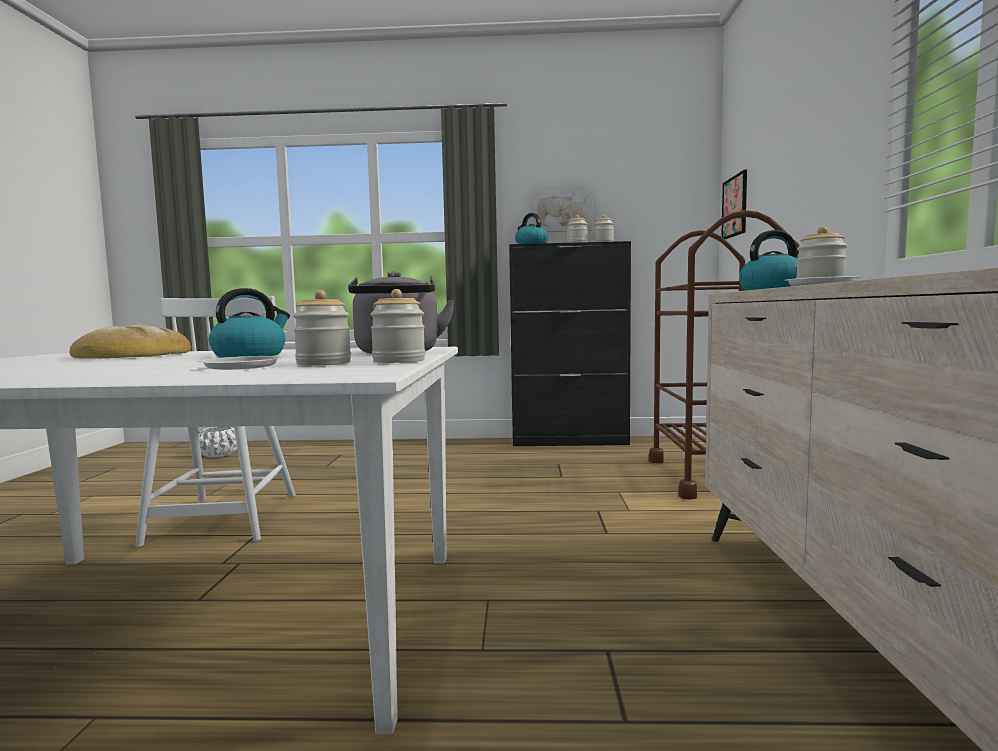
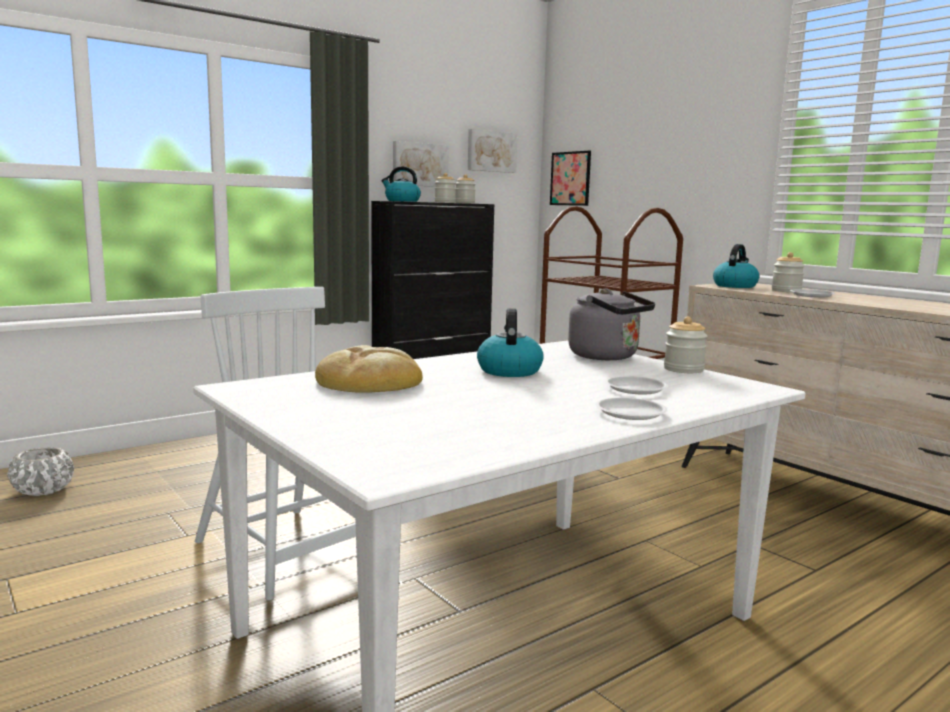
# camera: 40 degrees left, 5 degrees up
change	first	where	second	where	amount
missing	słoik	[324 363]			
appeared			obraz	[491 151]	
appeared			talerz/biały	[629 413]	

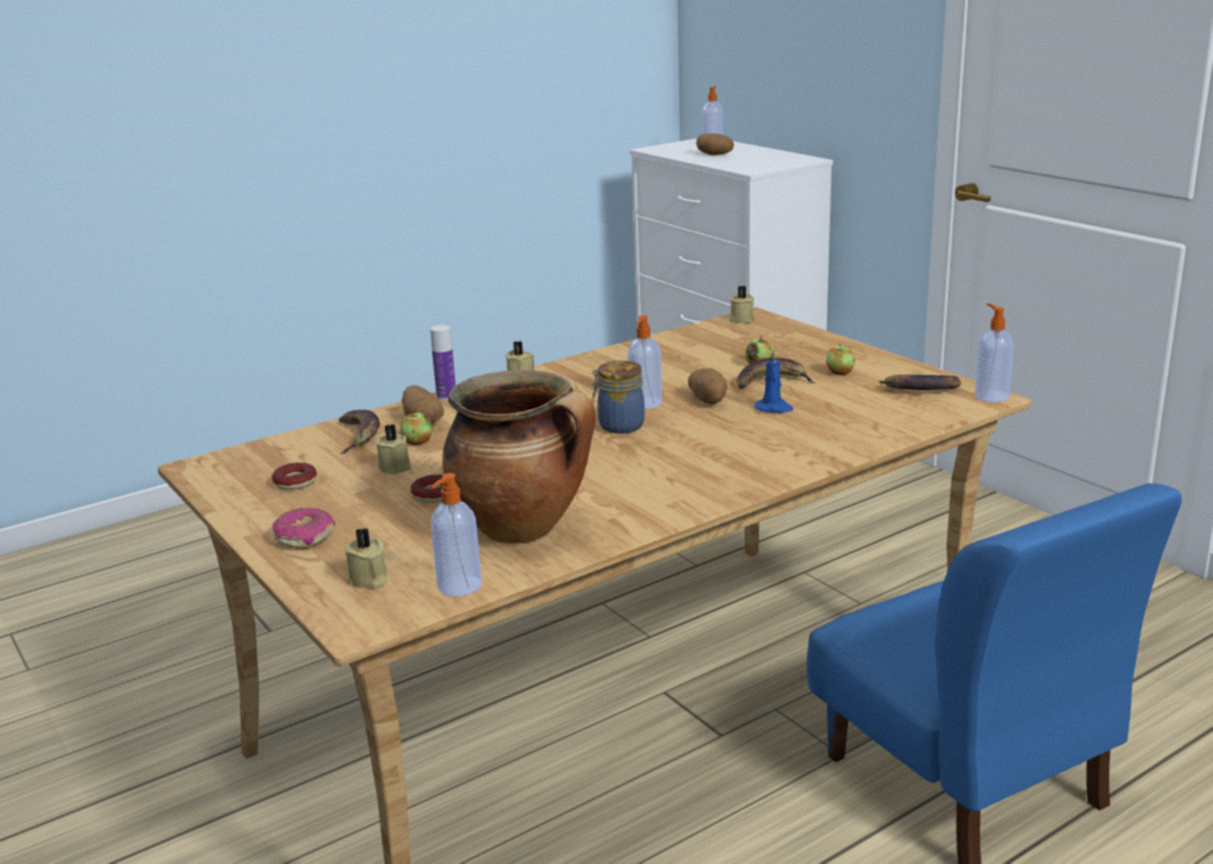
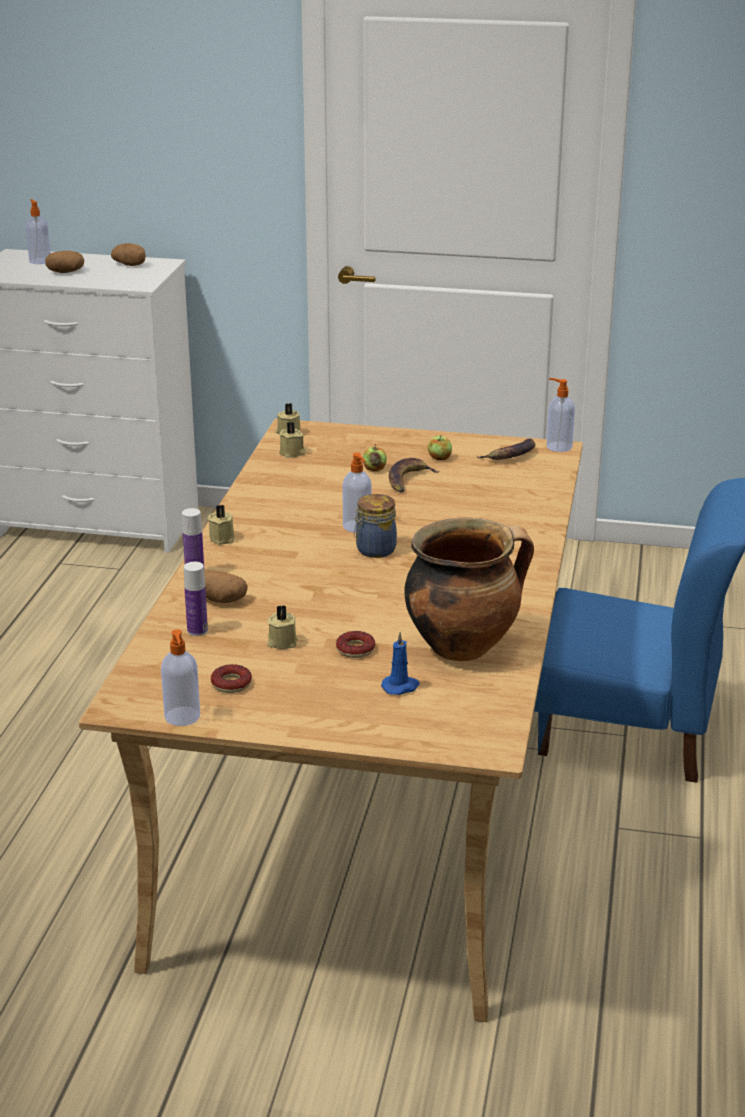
# camera: 45 degrees left, 5 degrees up
change	first	where	second	where	amount
missing	donut	[305 537]			
exchanged	banan	[359 436]	butelka	[197 631]	
relocated	świeca/beżowy	[368 580]		[293 453]	
missing	jabłko	[417 442]			
relocated	dozownik mydła	[458 586]		[182 717]	
relocated	ziemniak	[709 401]		[130 265]	
relocated	świeca/niebieski	[774 408]		[401 687]	

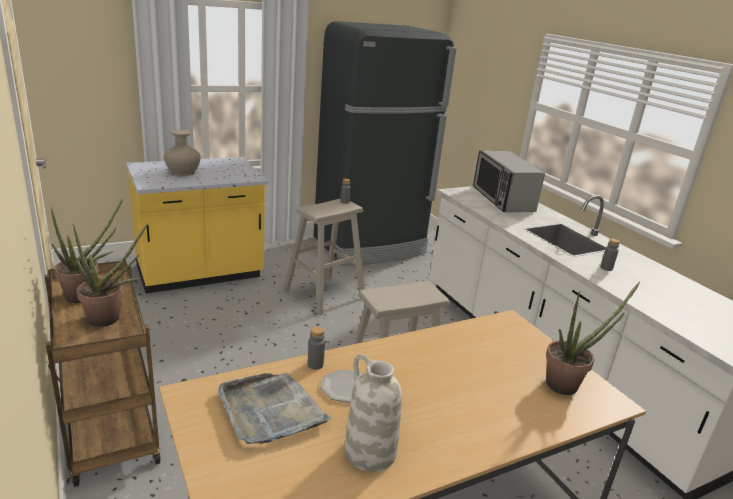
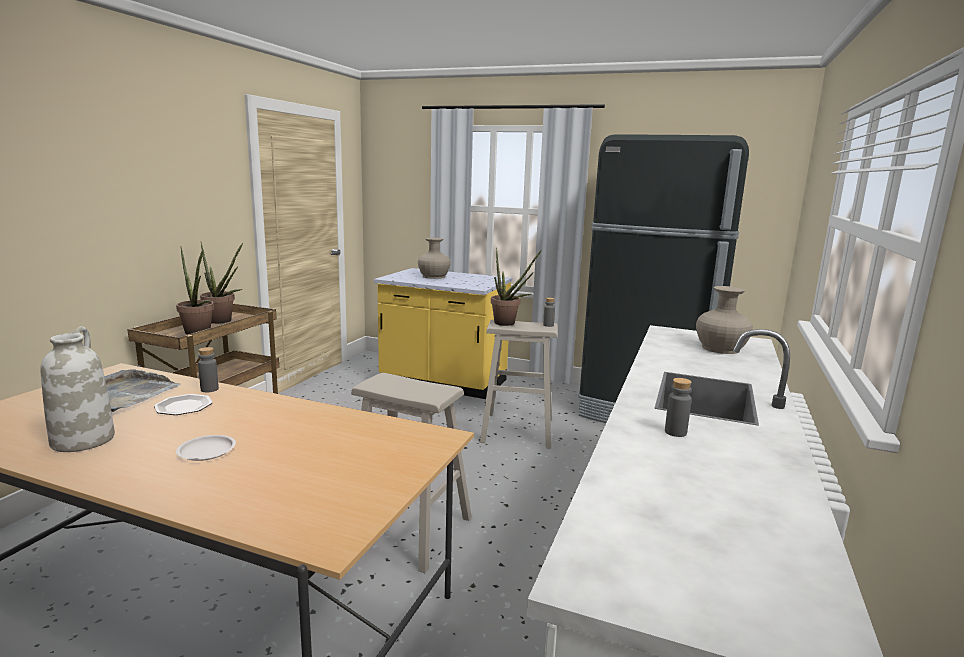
# camera: 50 degrees right, 10 degrees down
change	first	where	second	where	amount
exchanged	mikrofalówka	[502 199]	wazon/beżowy	[720 348]	
relocated	roślina doniczkowa	[568 384]		[508 324]	
appeared			talerz/biały	[207 451]	

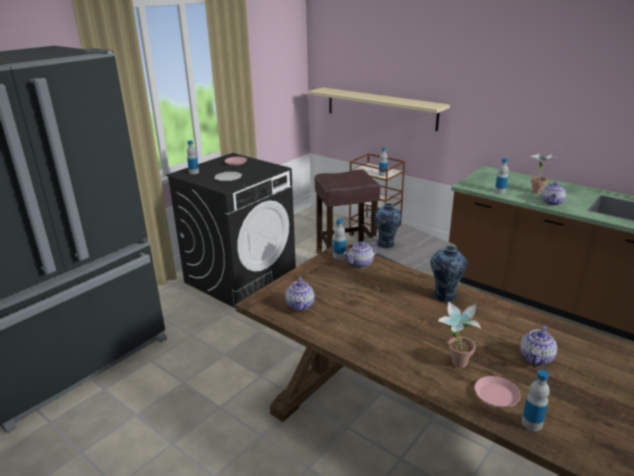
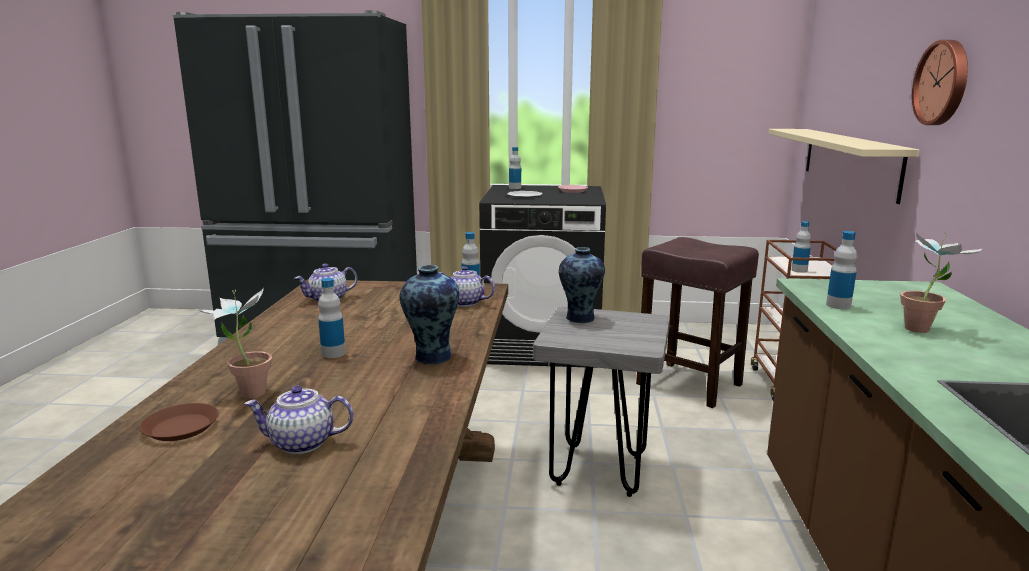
# camera: 55 degrees right, 10 degrees down
change	first	where	second	where	amount
colour	talerz/różowy	[496 395]	talerz/brązowy	[181 427]	
relocated	butelka	[532 423]		[333 353]	
missing	imbryk	[552 202]			
appeared			zegar ścienny	[943 83]	

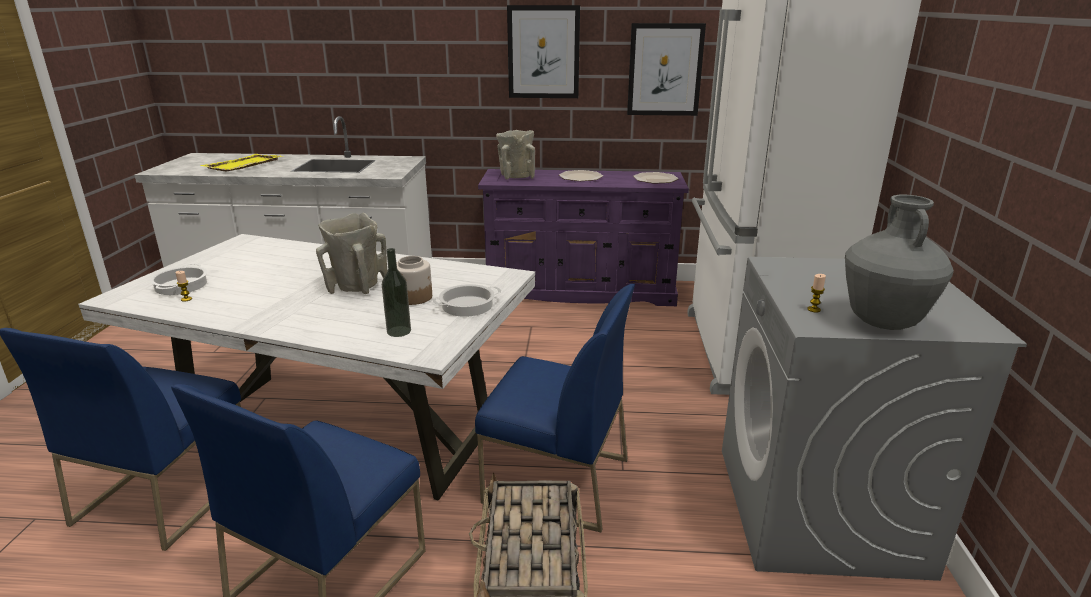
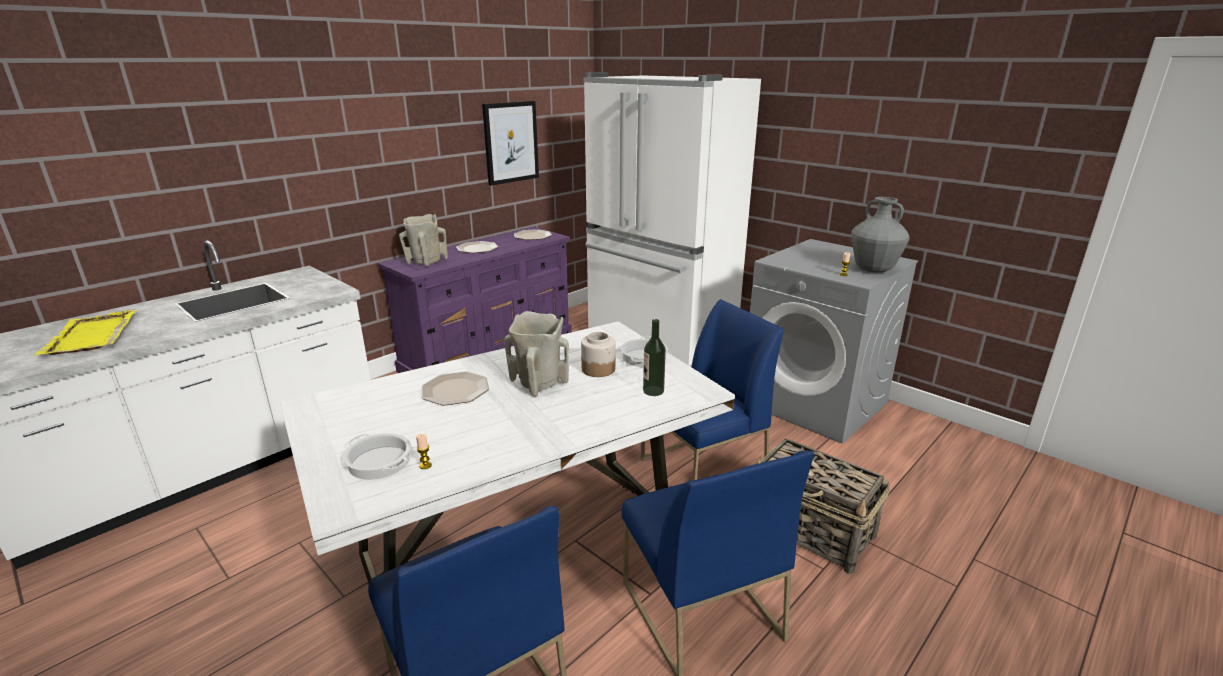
# camera: 50 degrees left, 0 degrees up
change	first	where	second	where	amount
missing	obraz	[543 52]			
appeared			talerz	[454 390]	

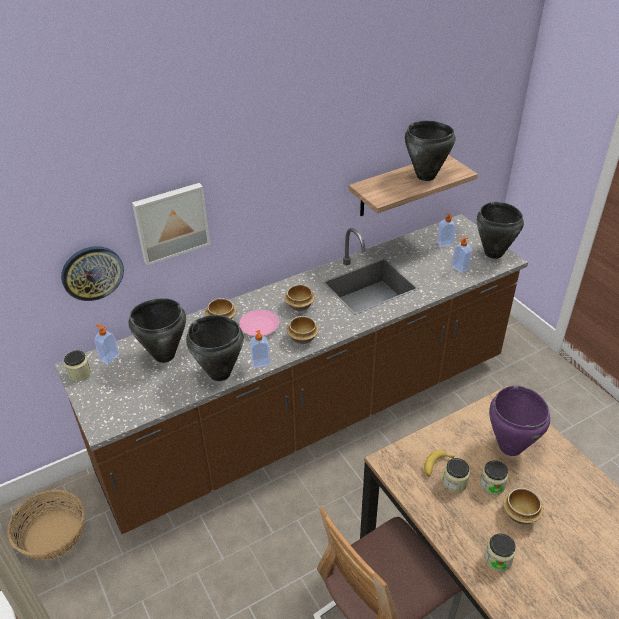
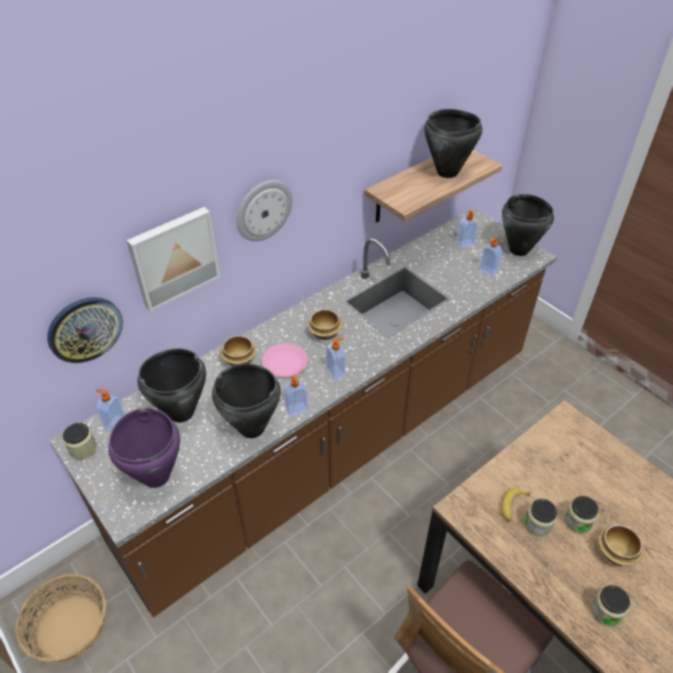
# camera: 10 degrees left, 5 degrees up
change	first	where	second	where	amount
exchanged	miska	[302 338]	dozownik mydła	[336 372]	
relocated	garnek/fioletowy	[510 447]		[155 477]	
appeared			zegar ścienny	[263 210]	

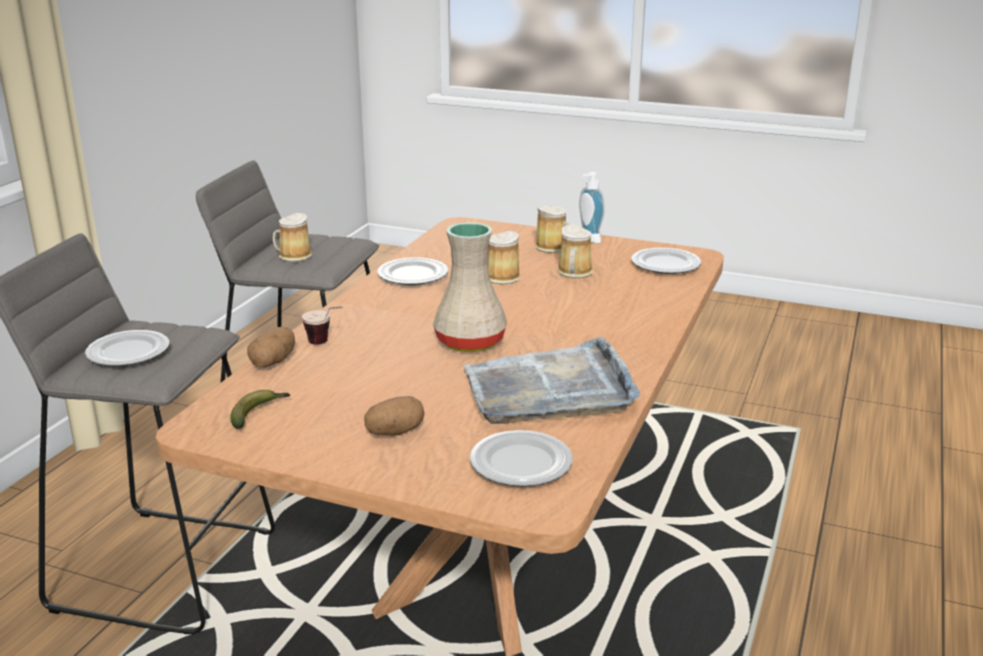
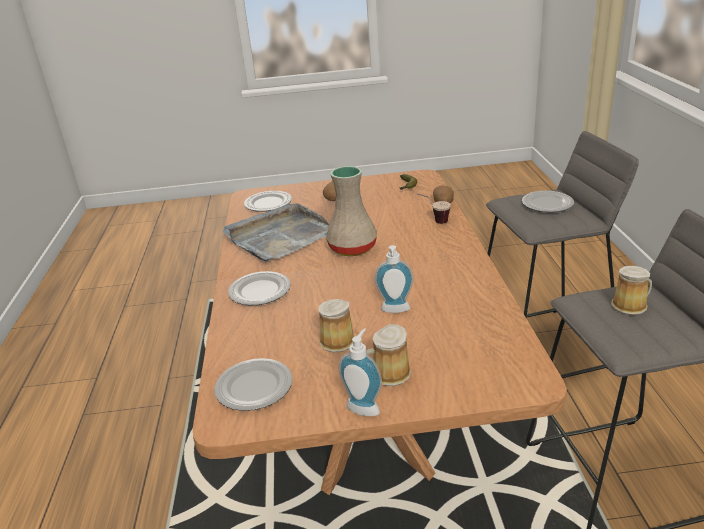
# camera: 155 degrees right, 5 degrees up
change	first	where	second	where	amount
relocated	talerz	[413 275]		[260 292]	
exchanged	kubek	[500 277]	dozownik mydła	[395 311]	

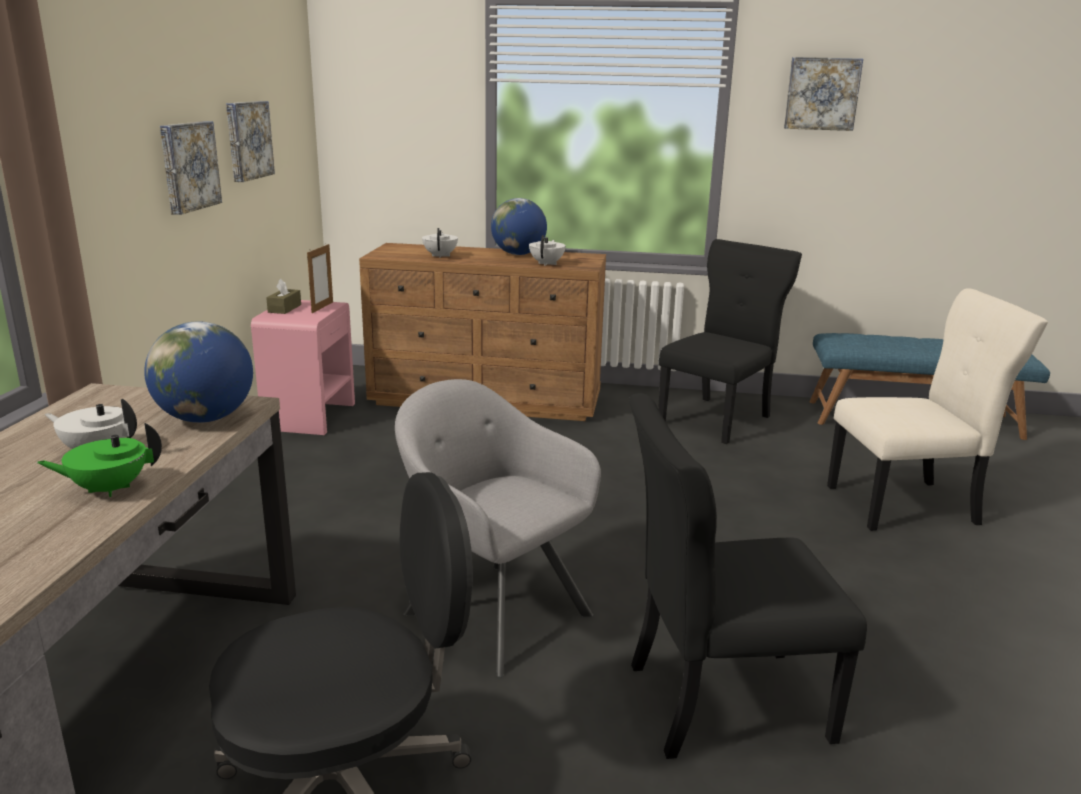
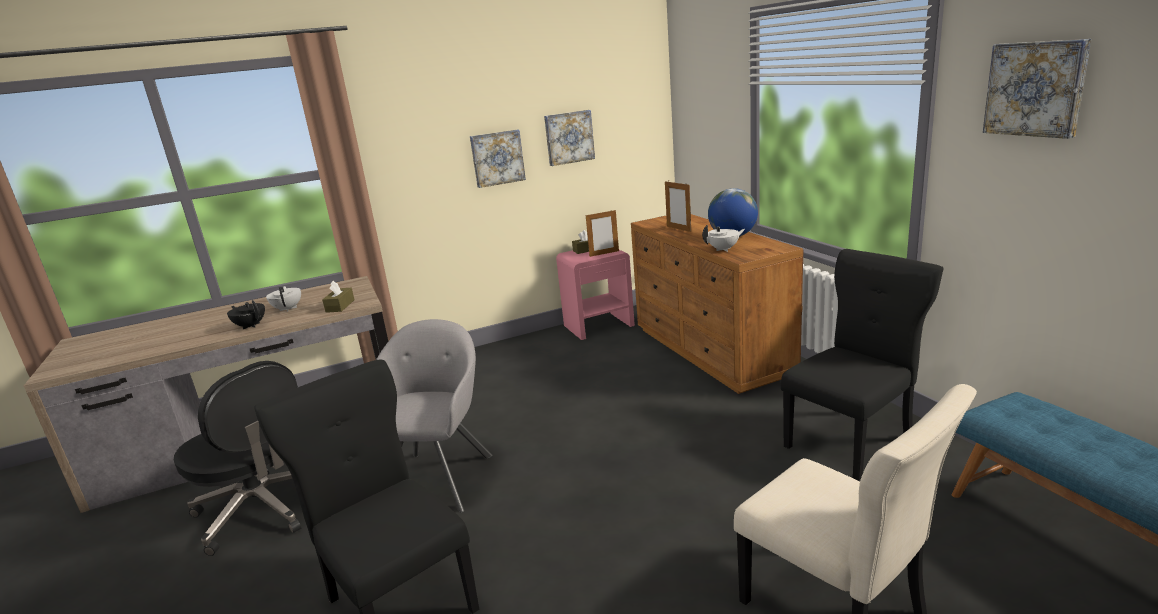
# camera: 60 degrees right, 0 degrees up
change	first	where	second	where	amount
colour	imbryk/zielony	[109 489]	imbryk/czarny	[250 326]	
exchanged	globus	[206 418]	pudełko chusteczek/brązowy	[340 306]	
exchanged	imbryk/biały	[440 256]	ramka na zdjęcie	[678 229]	
spun	krzesło/czarny	[718 419]		[852 440]	45 degrees counterclockwise

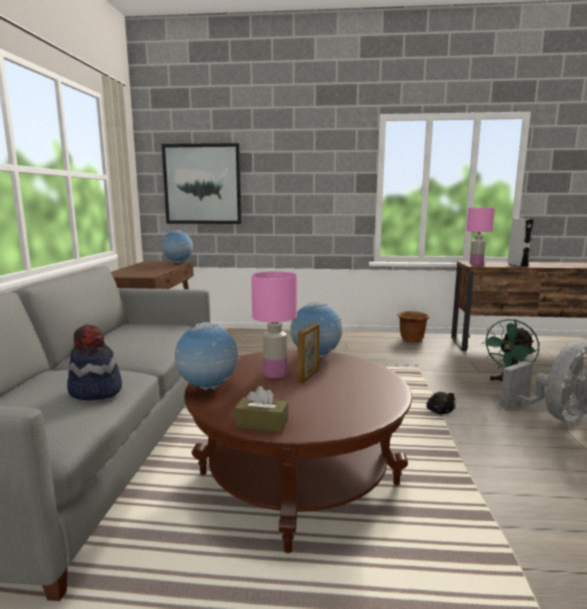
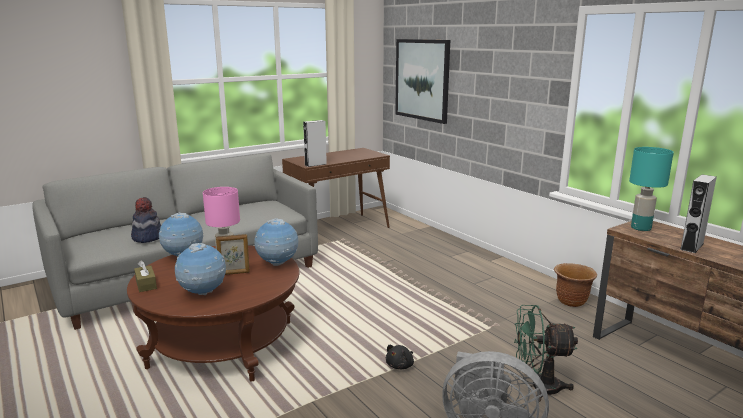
# camera: 50 degrees right, 5 degrees up
change	first	where	second	where	amount
relocated	globus	[178 263]		[203 293]	
colour	lampa stołowa/różowy	[476 264]	lampa stołowa/turkusowy	[641 228]	
appeared			głośnik/szary	[315 164]	

